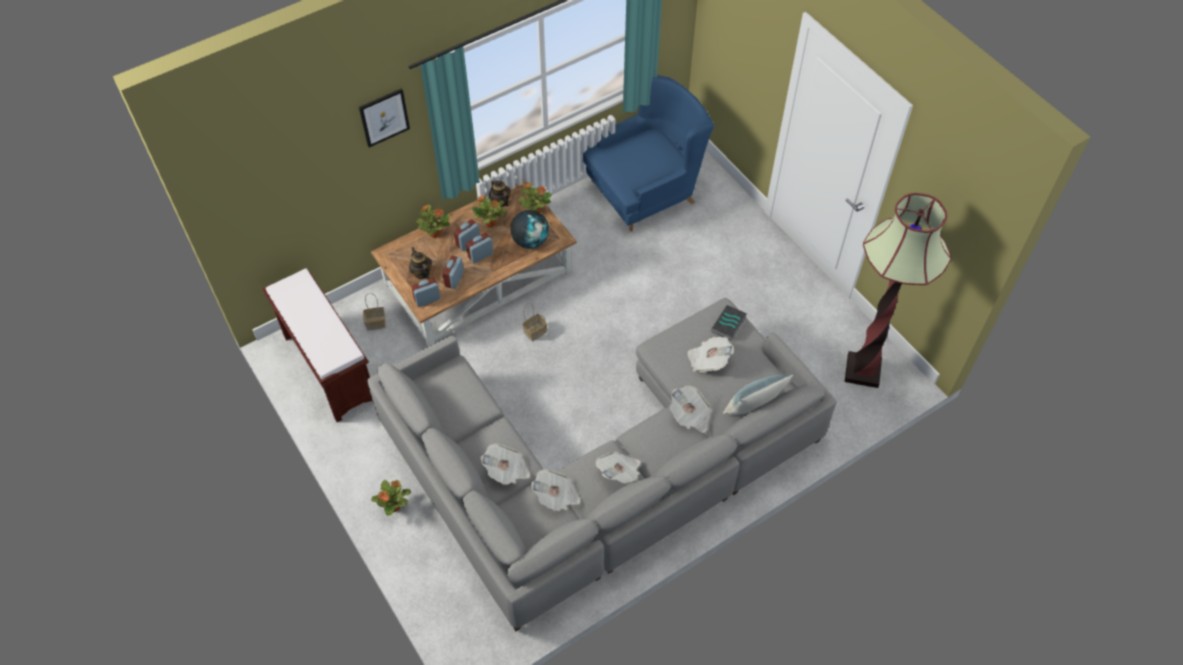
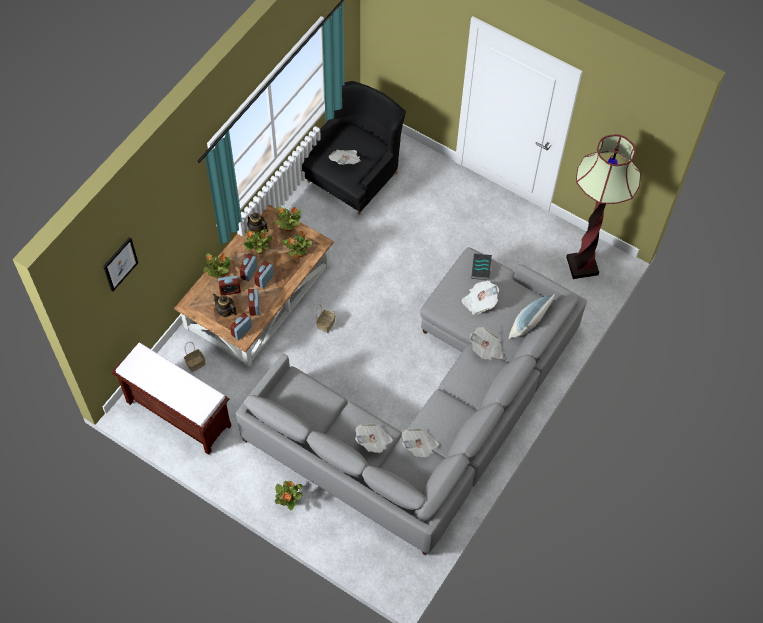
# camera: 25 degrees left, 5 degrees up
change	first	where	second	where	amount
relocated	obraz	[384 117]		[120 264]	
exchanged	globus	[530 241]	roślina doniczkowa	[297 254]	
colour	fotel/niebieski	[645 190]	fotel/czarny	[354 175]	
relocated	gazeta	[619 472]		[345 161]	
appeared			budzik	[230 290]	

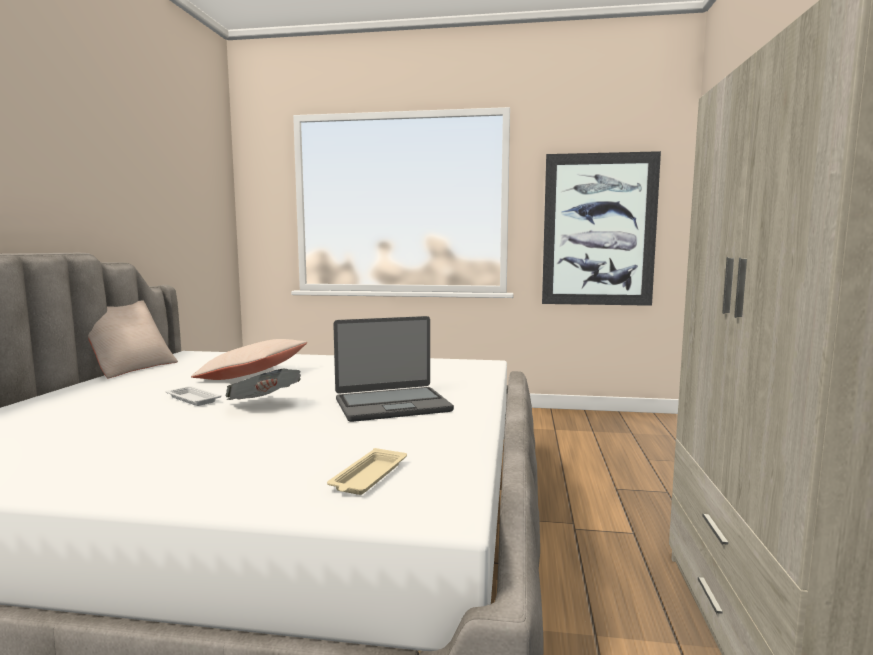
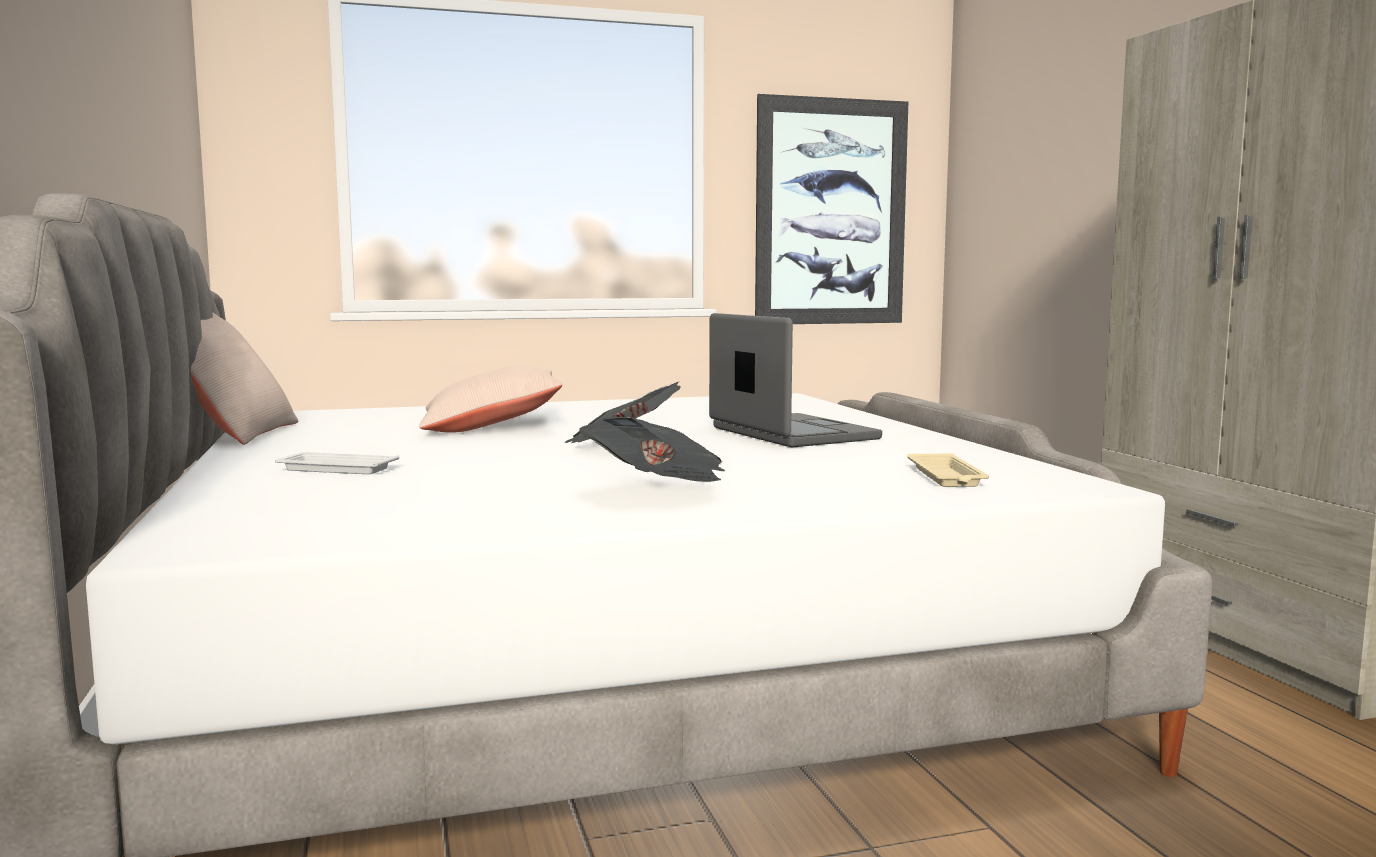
# camera: 25 degrees left, 0 degrees up
change	first	where	second	where	amount
relocated	taca/biały	[192 399]		[335 469]	
spun	laptop	[392 405]		[791 434]	75 degrees counterclockwise
appeared			gazeta	[659 493]	

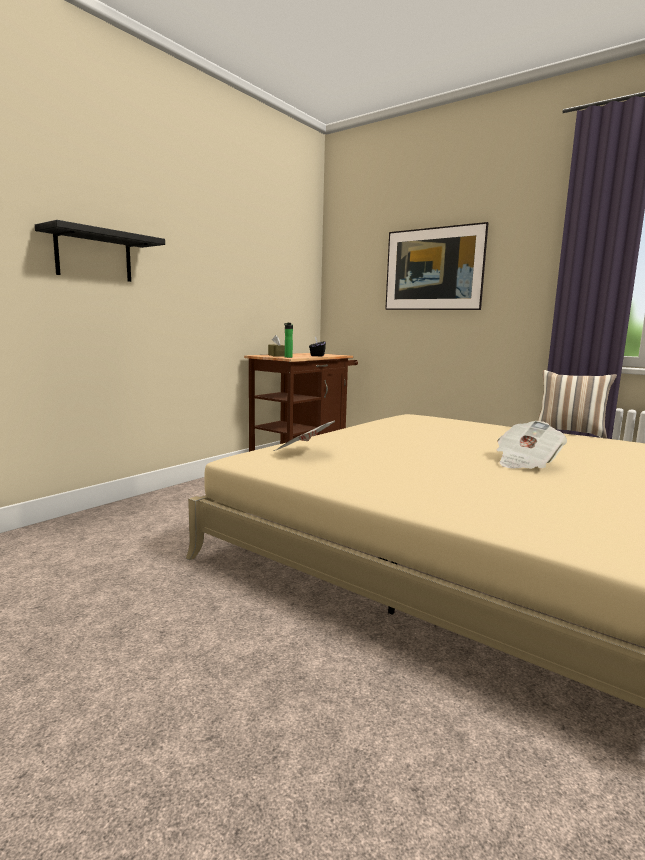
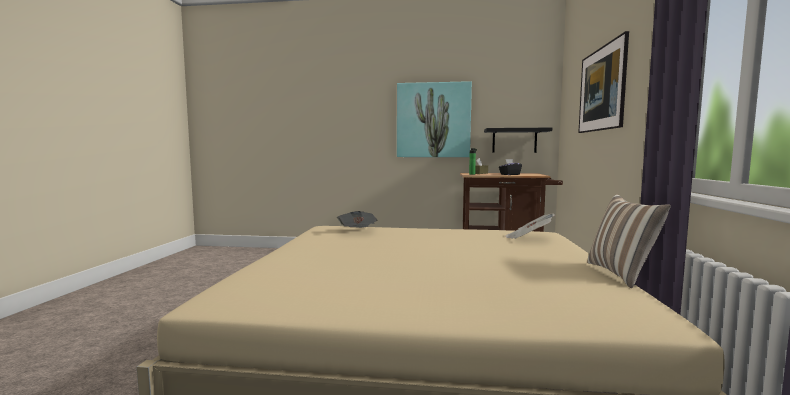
# camera: 60 degrees right, 5 degrees down
change	first	where	second	where	amount
relocated	półka/czarny	[94 256]		[514 140]	
relocated	gazeta	[525 463]		[528 238]	
appeared			obraz	[433 120]	

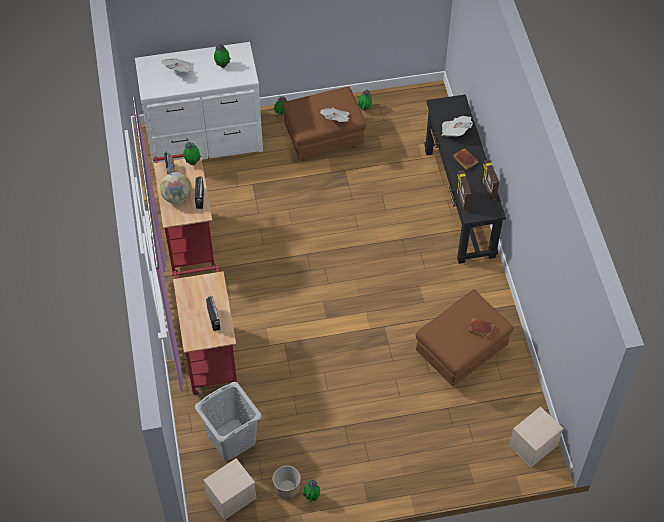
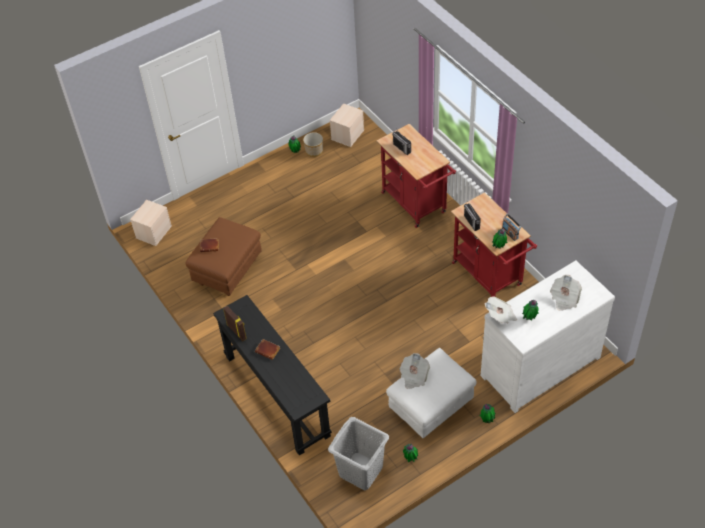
# camera: 160 degrees right, 5 degrees down
change	first	where	second	where	amount
missing	globus	[177 197]			
relocated	kosz na pranie/szary	[232 439]		[361 471]	
colour	pufa/brązowy	[324 140]	pufa/biały	[431 409]	
relocated	gazeta	[455 131]		[500 316]	
missing	ramka na zdjęcie	[462 200]			

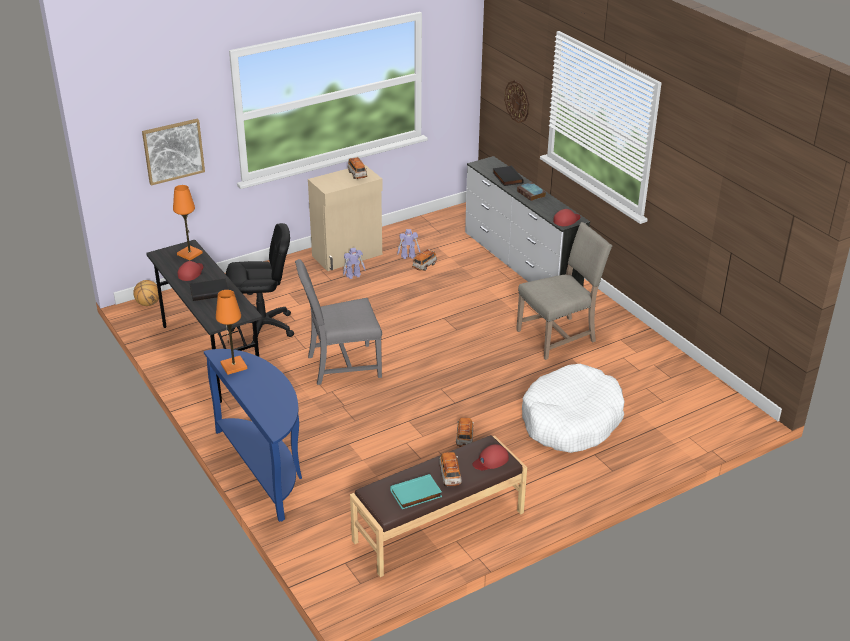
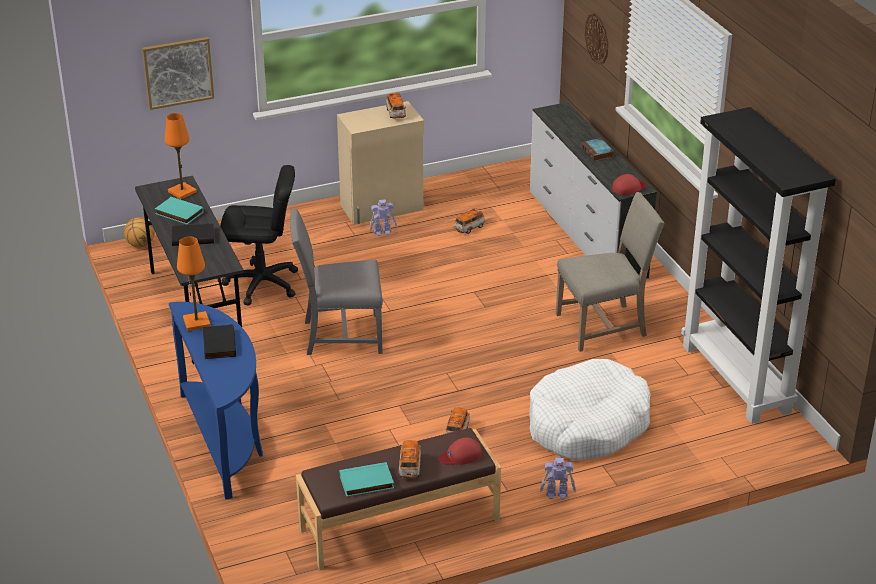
# camera: 10 degrees right, 0 degrees up
change	first	where	second	where	amount
exchanged	czapka z daszkiem/czerwony	[191 272]	książka/turkusowy	[178 213]	
relocated	robot zabawkowy	[408 256]		[557 494]	
relocated	książka/czarny	[506 178]		[218 344]	
appeared			regał/czarny	[737 379]	

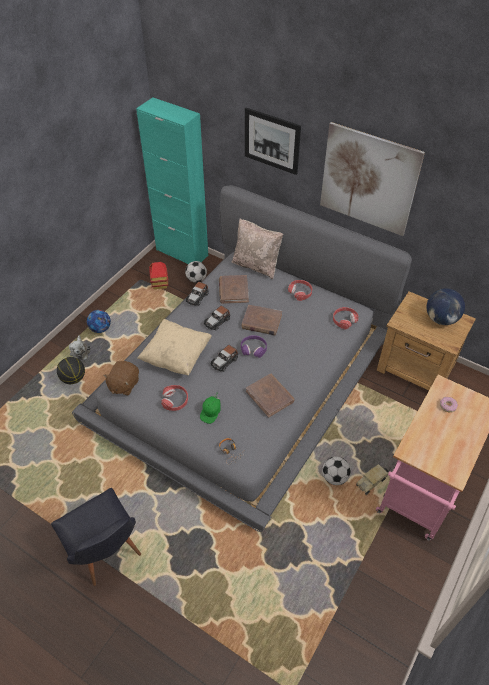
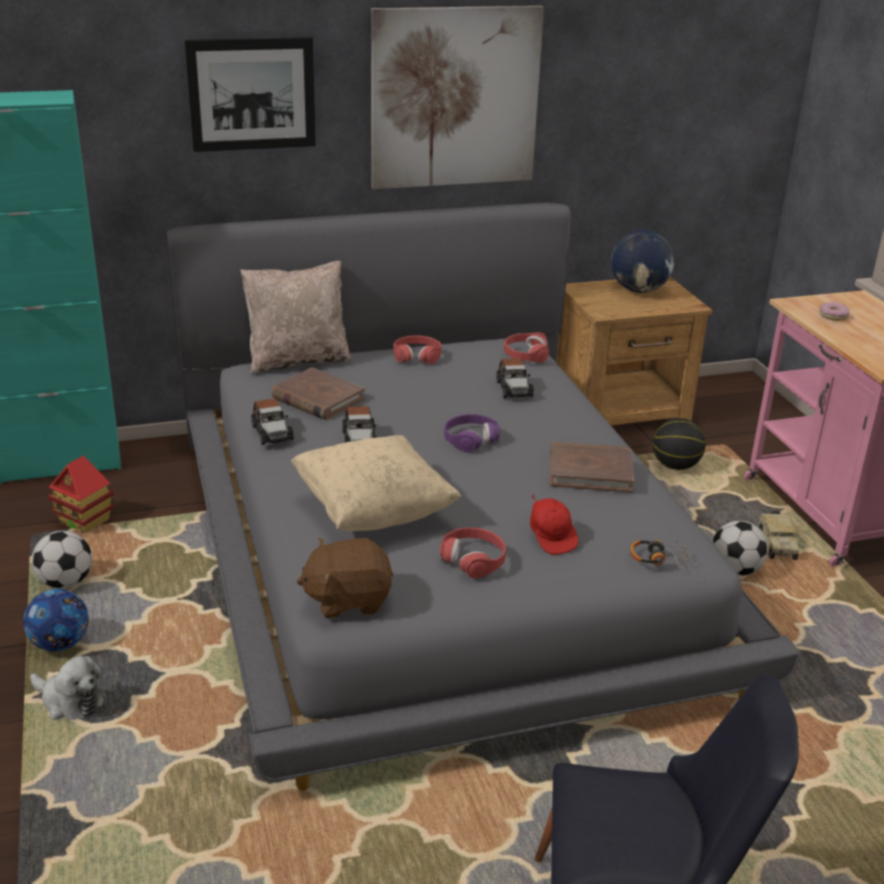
# camera: 50 degrees left, 20 degrees down
change	first	where	second	where	amount
relocated	piłka do koszykówki	[73 378]		[675 466]	
spun	pluszak/brązowy	[123 385]		[348 599]	105 degrees clockwise
relocated	piłka futbolowa	[196 279]		[65 582]	
colour	czapka z daszkiem/zielony	[211 413]	czapka z daszkiem/czerwony	[551 537]	
relocated	samochodzik	[224 361]		[514 389]	
missing	książka/brązowy	[261 322]			

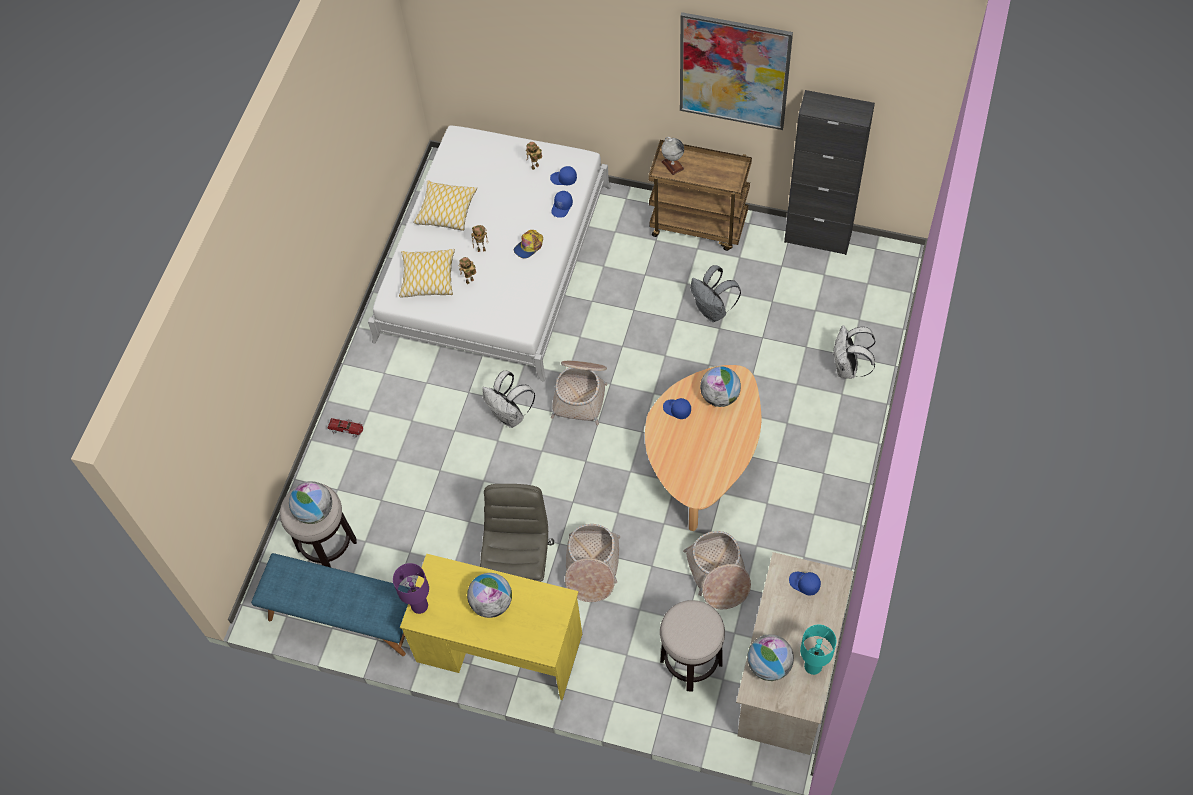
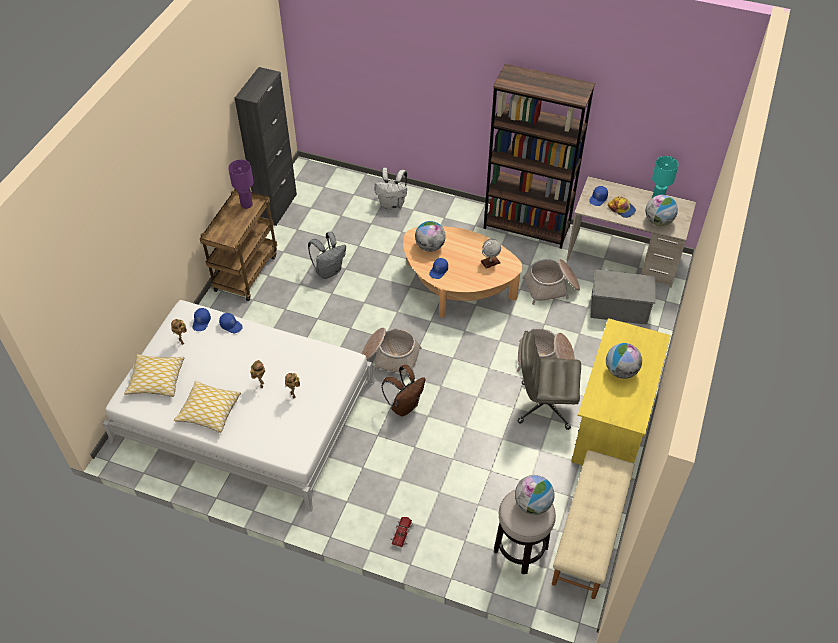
# camera: 90 degrees left, 10 degrees down
change	first	where	second	where	amount
colour	ławka/niebieski	[343 616]	ławka/beżowy	[589 535]	
relocated	lampa stołowa/fioletowy	[419 606]		[247 204]	
relocated	poduszka	[428 278]		[156 380]	
colour	plecak/biały	[510 415]	plecak/brązowy	[404 406]	
relocated	czapka z daszkiem	[529 246]		[621 209]	
exchanged	stołek	[691 661]	pojemnik do przechowywania/szary	[618 307]	
relocated	globus	[672 165]		[490 262]	
missing	obraz	[734 71]			
appeared			regał/brązowy	[527 227]	

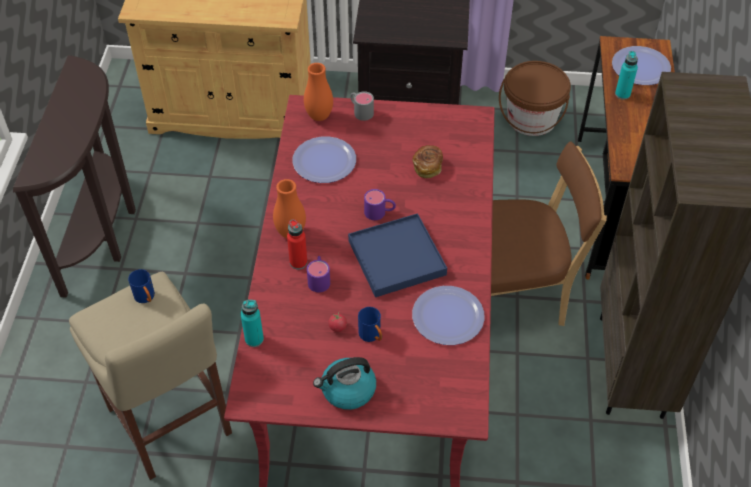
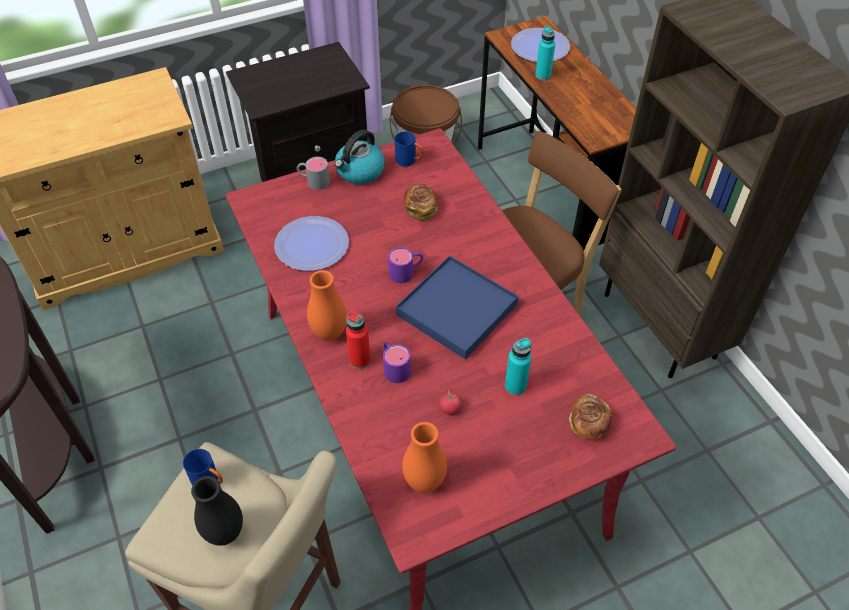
# camera: 30 degrees left, 0 degrees up
change	first	where	second	where	amount
relocated	butelka/turkusowy	[254 339]		[515 386]	
relocated	wazon/pomarańczowy	[319 116]		[424 482]	
relocated	czajnik	[347 390]		[360 171]	
relocated	kubek/niebieski	[372 336]		[409 161]	
missing	talerz	[447 316]			
appeared			wazon/czarny	[225 533]	
appeared			chleb	[588 425]	

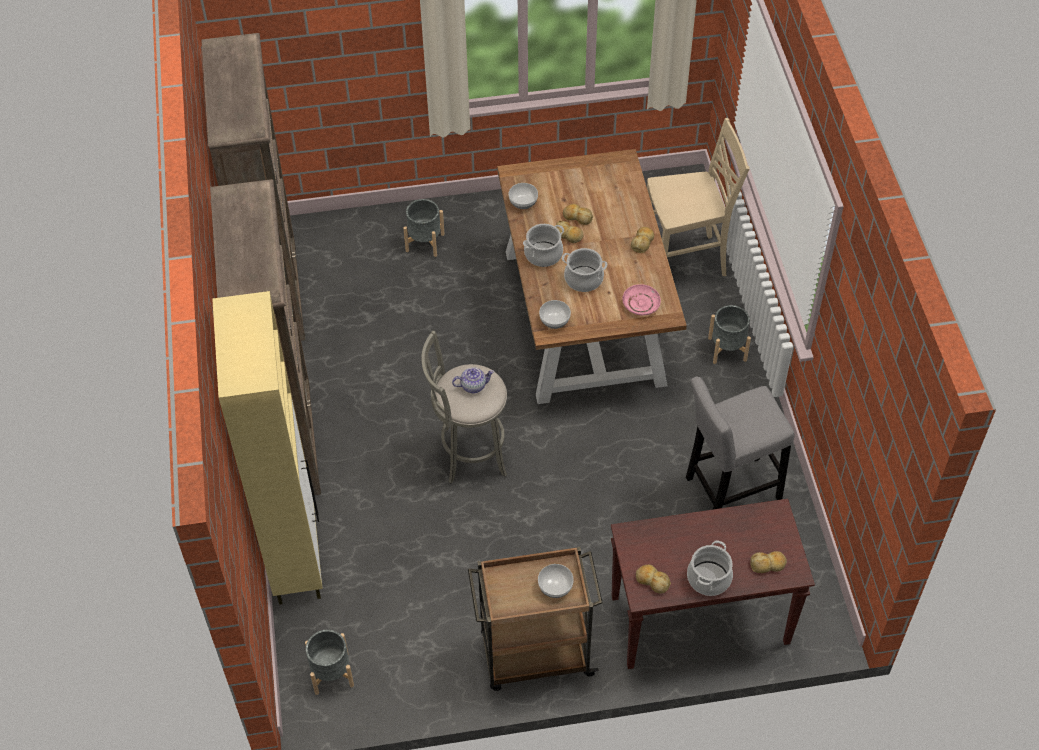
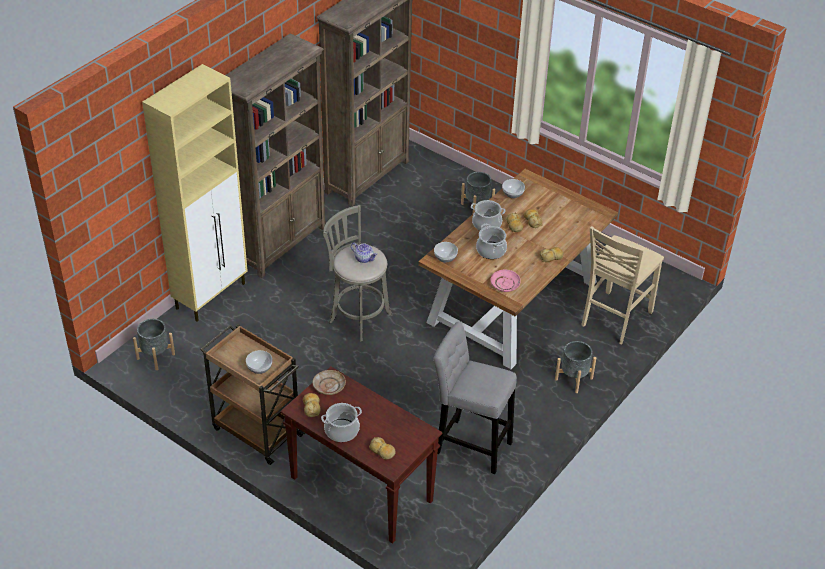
# camera: 45 degrees right, 10 degrees down
change	first	where	second	where	amount
spun	krzesło/beżowy	[686 261]		[614 319]	90 degrees clockwise
appeared			talerz/beżowy	[329 386]	

